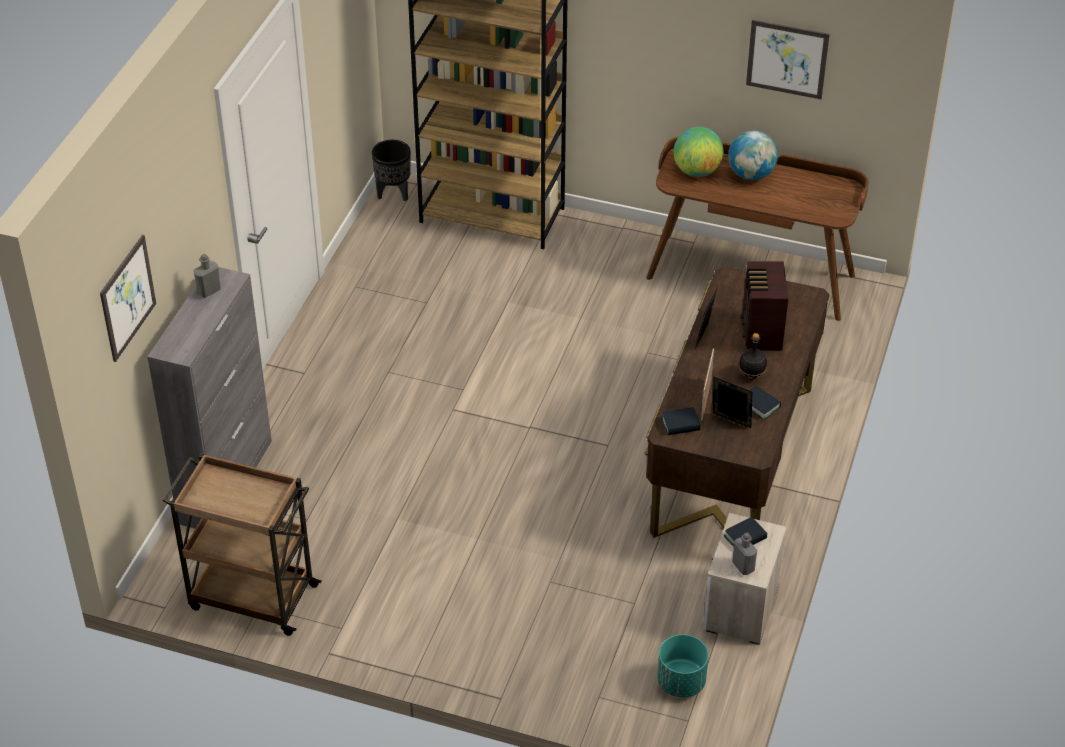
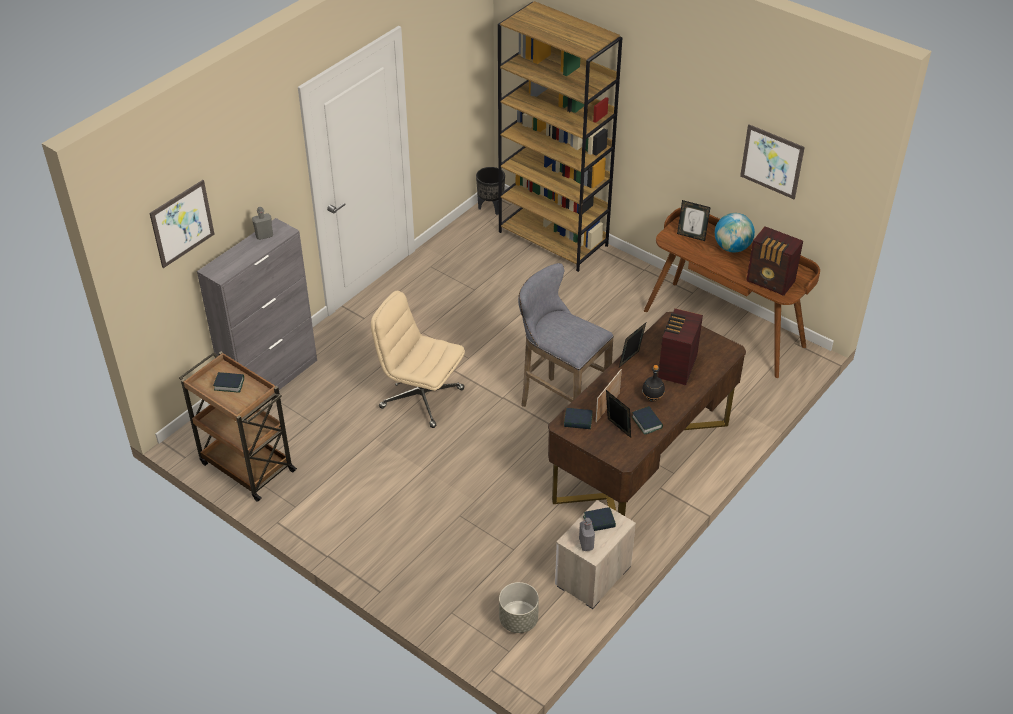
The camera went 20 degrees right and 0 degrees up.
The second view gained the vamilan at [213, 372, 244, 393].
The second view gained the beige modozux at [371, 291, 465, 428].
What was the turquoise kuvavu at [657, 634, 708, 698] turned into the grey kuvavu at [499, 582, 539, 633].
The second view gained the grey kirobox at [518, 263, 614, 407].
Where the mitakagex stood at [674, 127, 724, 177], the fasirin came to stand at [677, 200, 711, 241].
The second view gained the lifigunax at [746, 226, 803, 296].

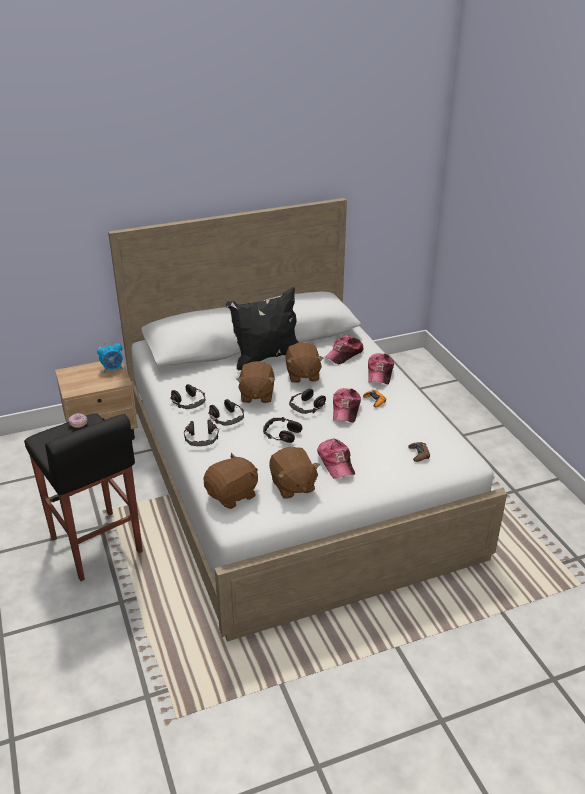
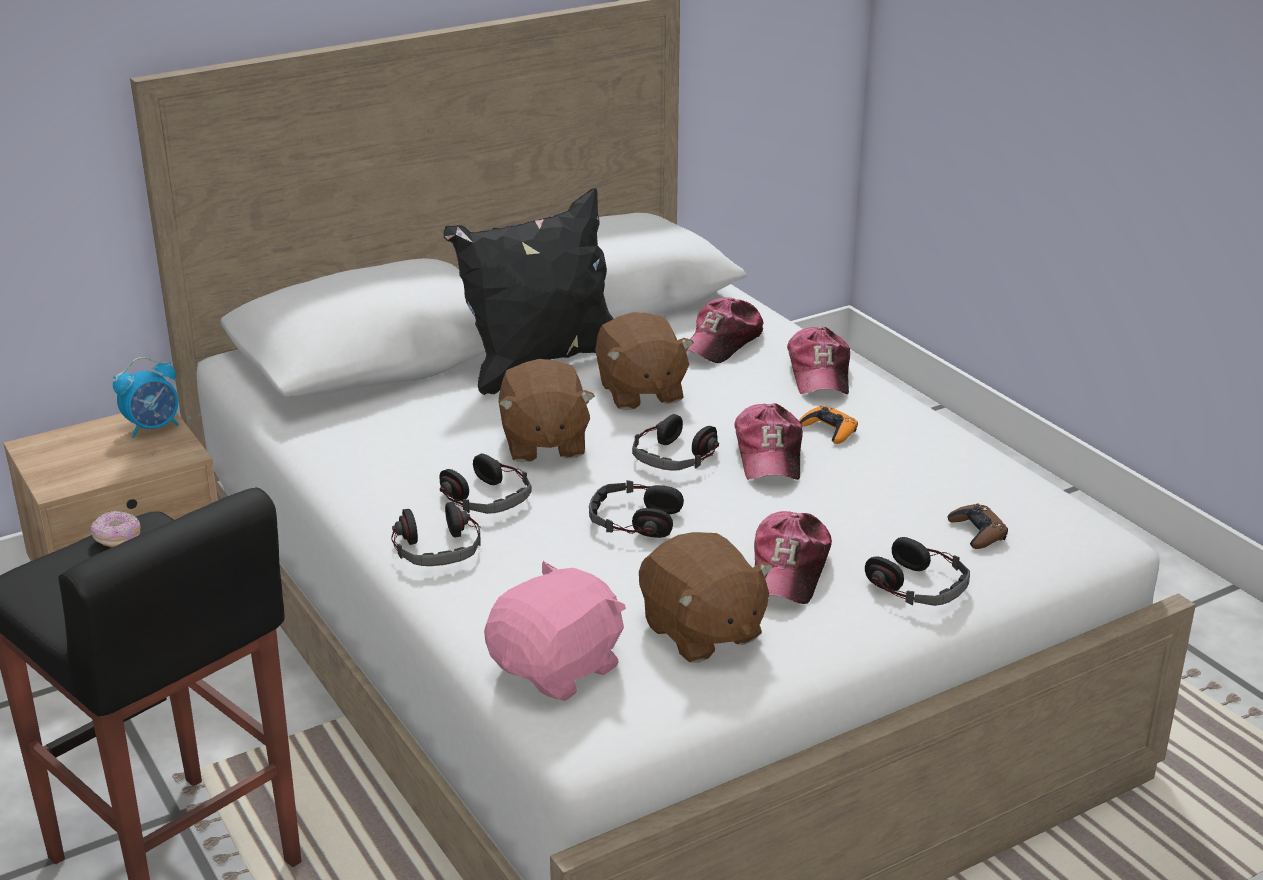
The camera went 10 degrees left and 5 degrees down.
What was the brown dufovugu at [203, 453, 258, 509] turned into the pink dufovugu at [484, 561, 626, 701].
The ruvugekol at [317, 438, 355, 478] ended up facing another way, 45 degrees clockwise from before.
The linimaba ended up elsewhere, having gone from [170, 384, 206, 409] to [865, 537, 970, 606].

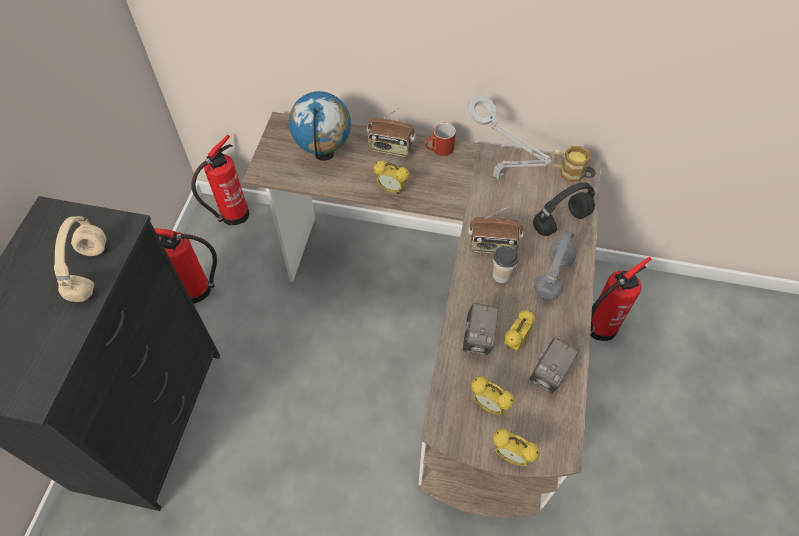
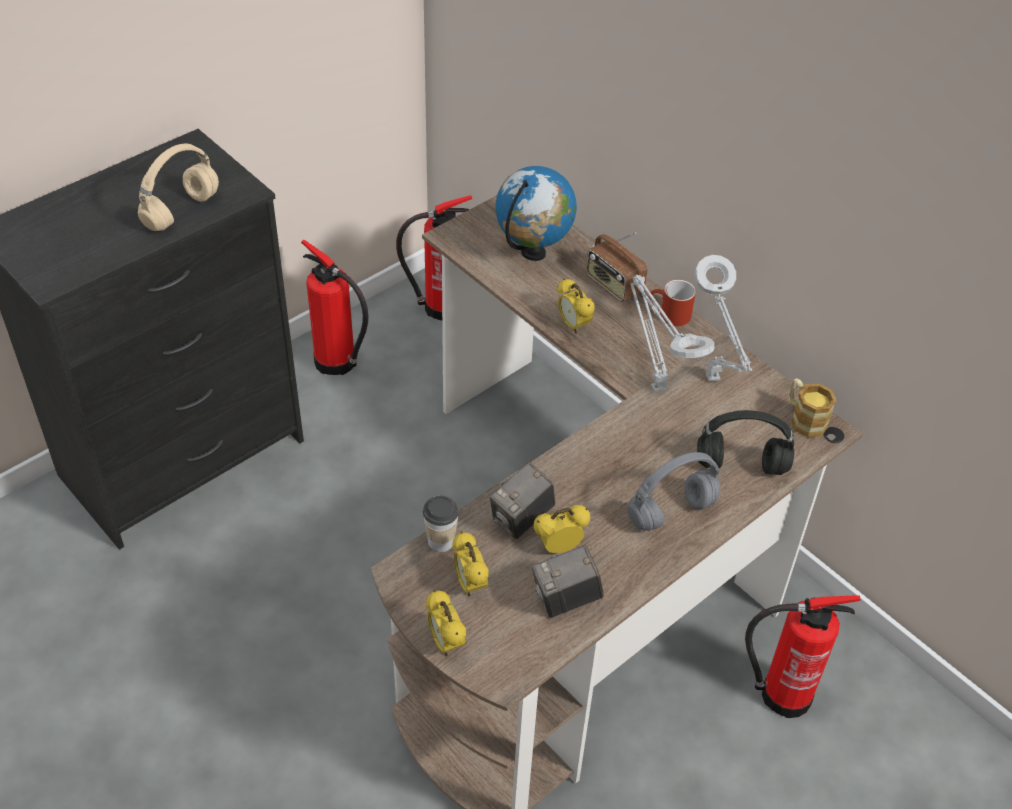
The camera went 35 degrees right and 10 degrees down.
The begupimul ended up elsewhere, having gone from [493, 246, 519, 283] to [423, 496, 459, 552].
The second view gained the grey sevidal at [630, 275, 715, 392].
The second view lost the lifigunax at [468, 206, 523, 254].

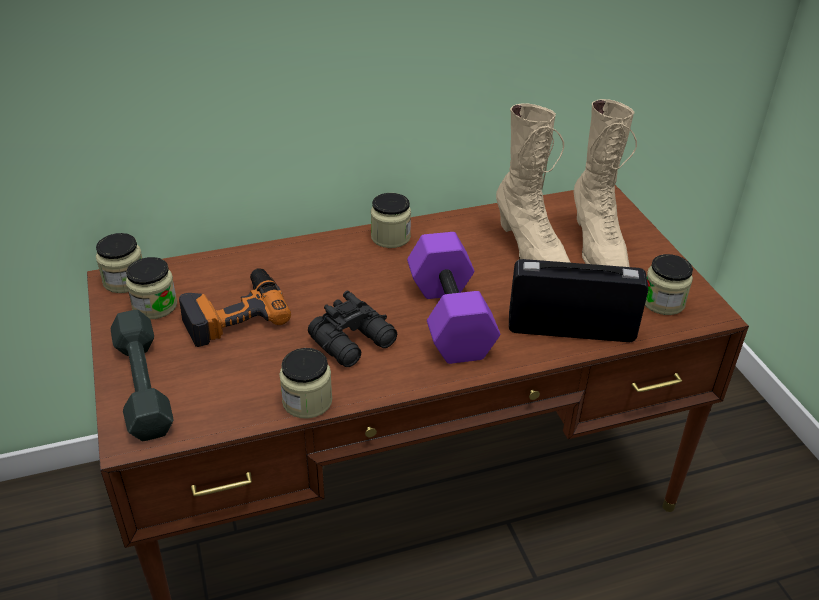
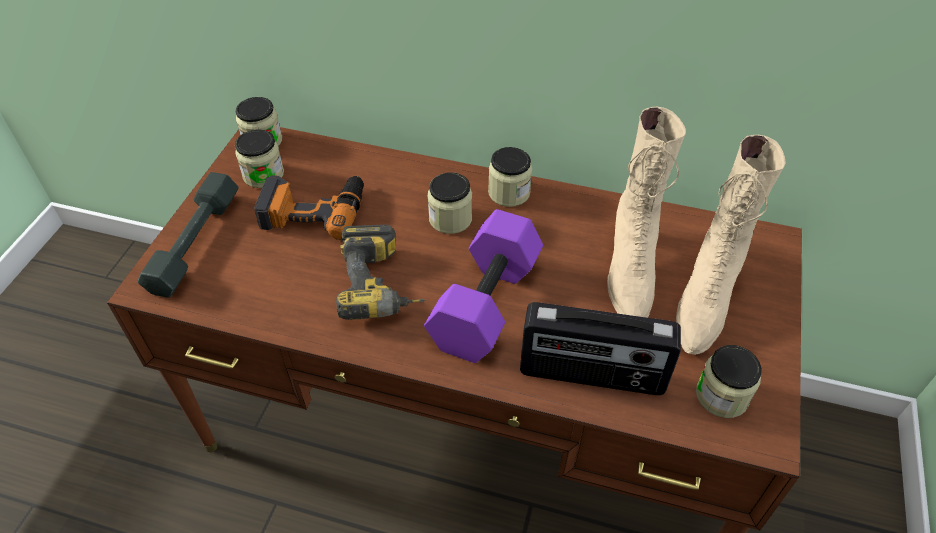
The camera went 35 degrees right and 10 degrees up.
Where the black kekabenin stood at [308, 291, 397, 367], the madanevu came to stand at [336, 224, 425, 320].
The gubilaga ended up elsewhere, having gone from [279, 348, 332, 419] to [428, 172, 472, 234].
The lifigunax at [509, 259, 649, 342] ended up facing another way, 150 degrees clockwise from before.

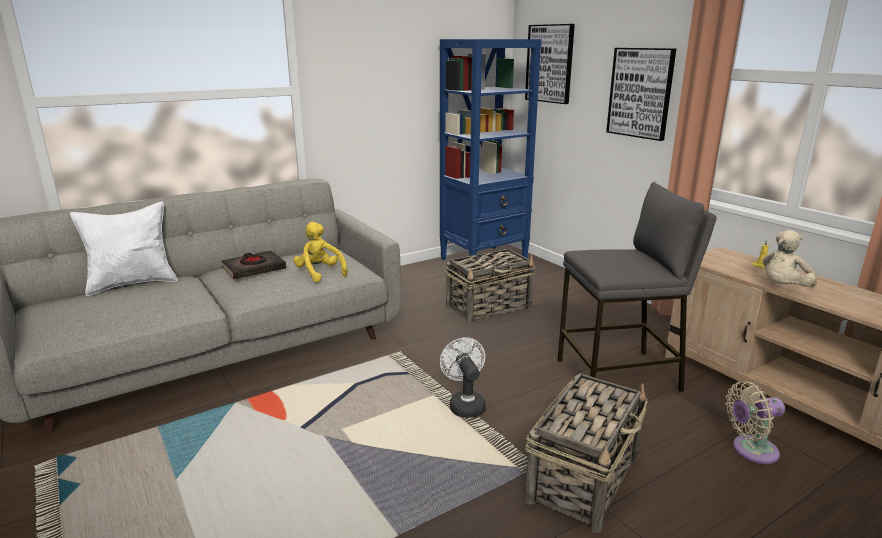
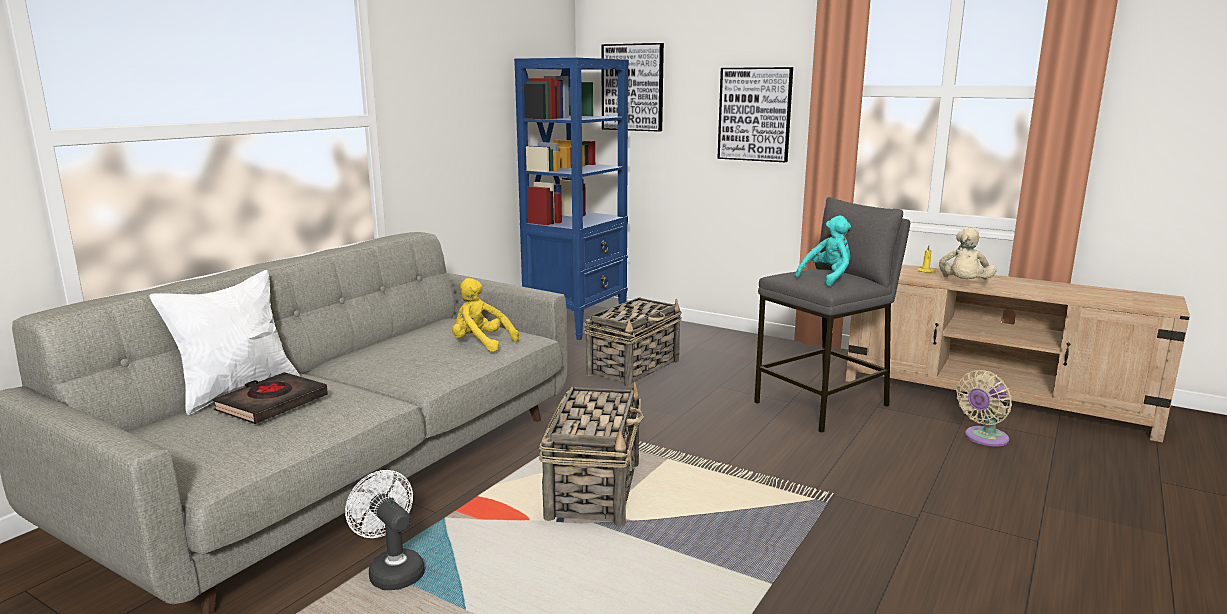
The camera went 25 degrees left and 5 degrees down.
The black vamilan ended up elsewhere, having gone from [221, 250, 286, 279] to [212, 372, 328, 424].
The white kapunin ended up elsewhere, having gone from [440, 337, 486, 418] to [345, 470, 425, 590].
The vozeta ended up elsewhere, having gone from [524, 373, 648, 533] to [539, 382, 644, 526].
The second view gained the turquoise dufovugu at [795, 216, 851, 287].

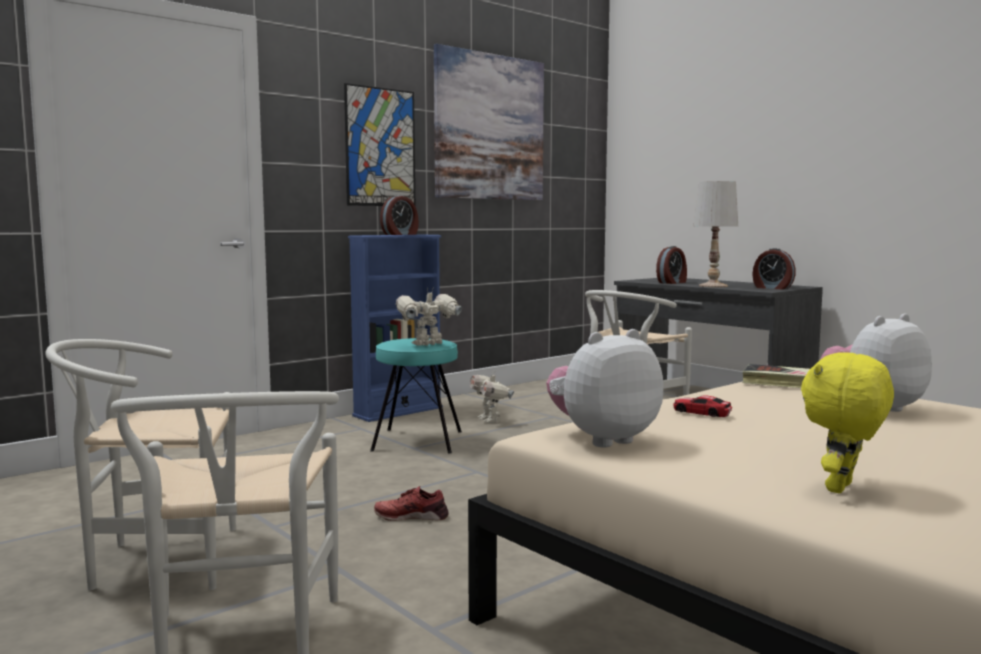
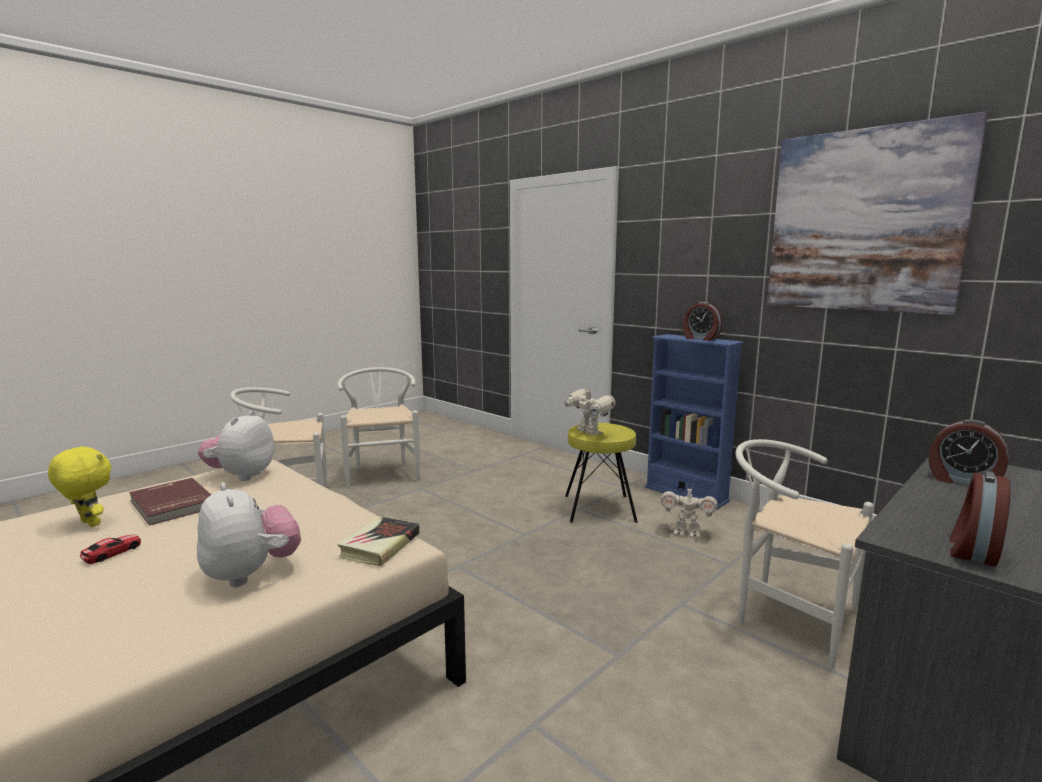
The camera went 85 degrees right and 5 degrees up.
The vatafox ended up elsewhere, having gone from [673, 395, 732, 417] to [80, 535, 141, 564].
The second view gained the red vamilan at [129, 478, 211, 526].
The dufovugu at [546, 329, 663, 447] ended up facing another way, 135 degrees counterclockwise from before.
What was the turquoise kirobox at [370, 338, 462, 454] turned into the yellow kirobox at [565, 423, 638, 523].
The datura at [470, 370, 514, 423] ended up facing another way, 135 degrees counterclockwise from before.
The second view lost the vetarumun at [344, 83, 415, 206].
The second view lost the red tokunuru at [374, 486, 449, 521].
The second view lost the white sevidal at [693, 181, 738, 287].

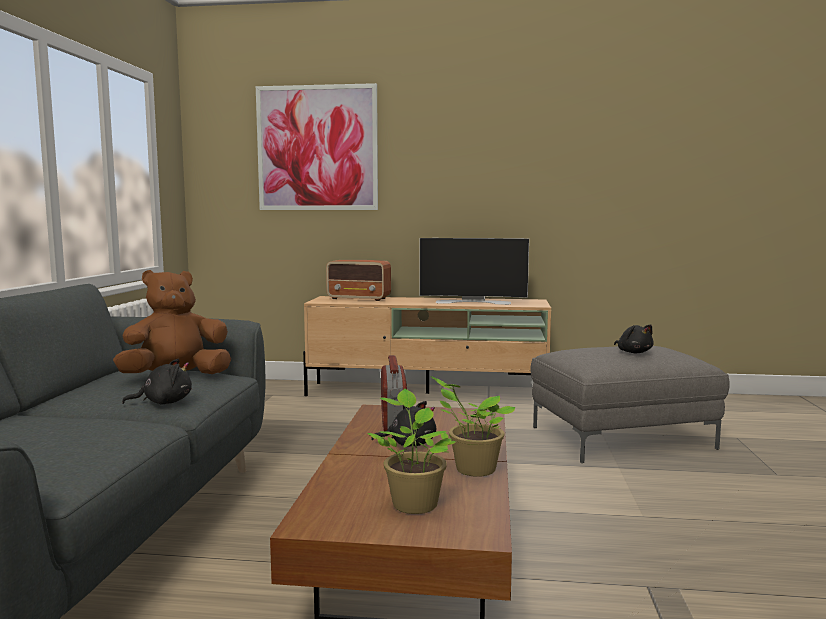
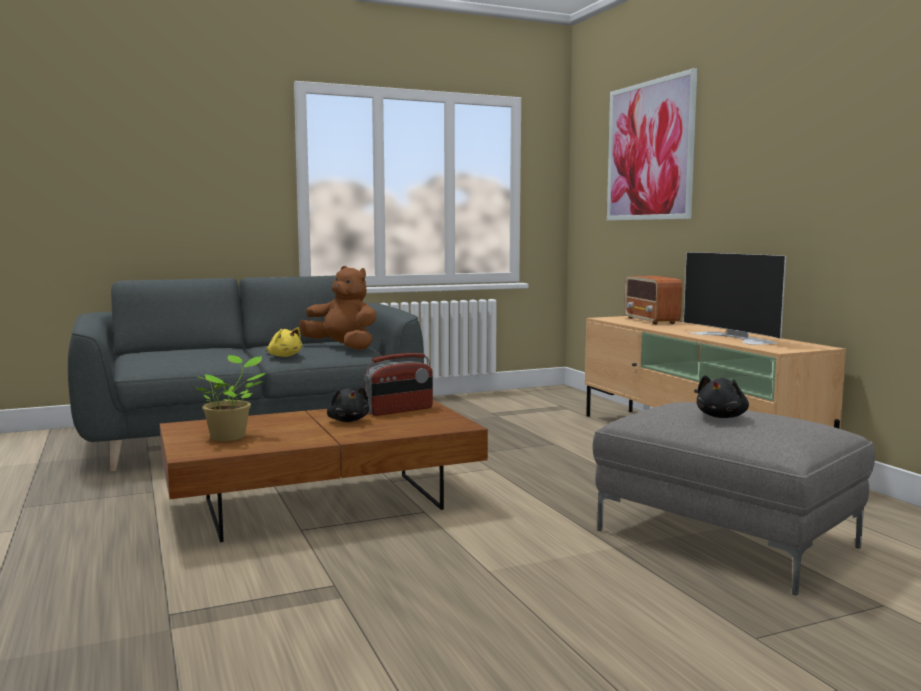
The camera went 60 degrees right and 0 degrees up.
What was the black dufovugu at [122, 359, 192, 405] turned into the yellow dufovugu at [266, 328, 302, 357].
The second view lost the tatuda at [430, 376, 516, 477].

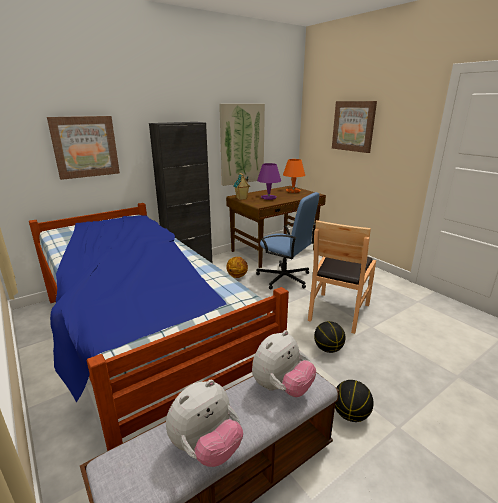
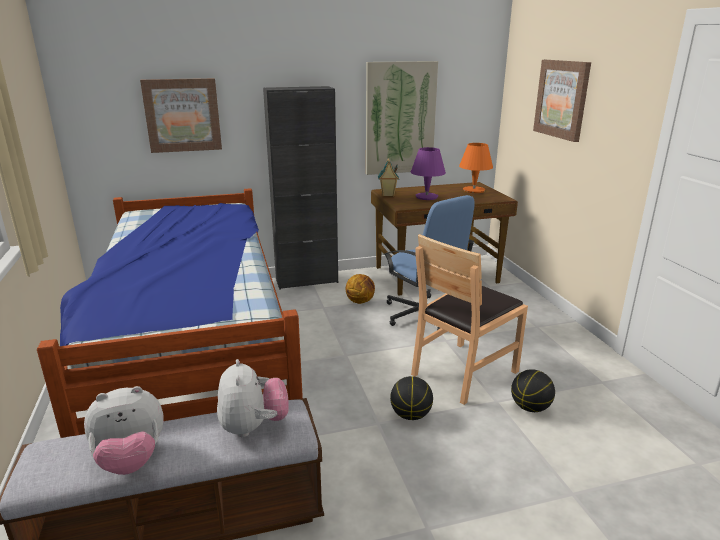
The camera went 20 degrees right and 0 degrees up.
The dufovugu at [252, 330, 316, 397] ended up facing another way, 75 degrees counterclockwise from before.
The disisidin ended up elsewhere, having gone from [335, 380, 374, 422] to [511, 369, 555, 412].

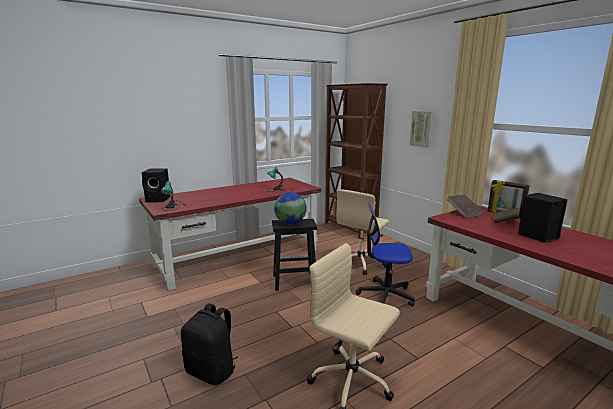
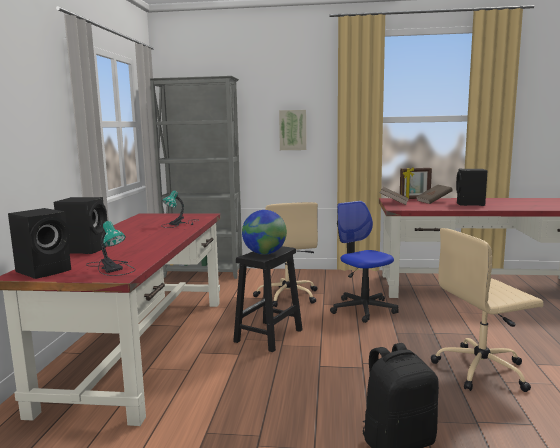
The camera went 50 degrees left and 5 degrees down.
The second view gained the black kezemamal at [54, 197, 107, 254].
What was the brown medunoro at [325, 83, 388, 239] turned into the grey medunoro at [150, 76, 242, 279].
The modozux at [356, 203, 415, 307] ended up facing another way, 105 degrees clockwise from before.

